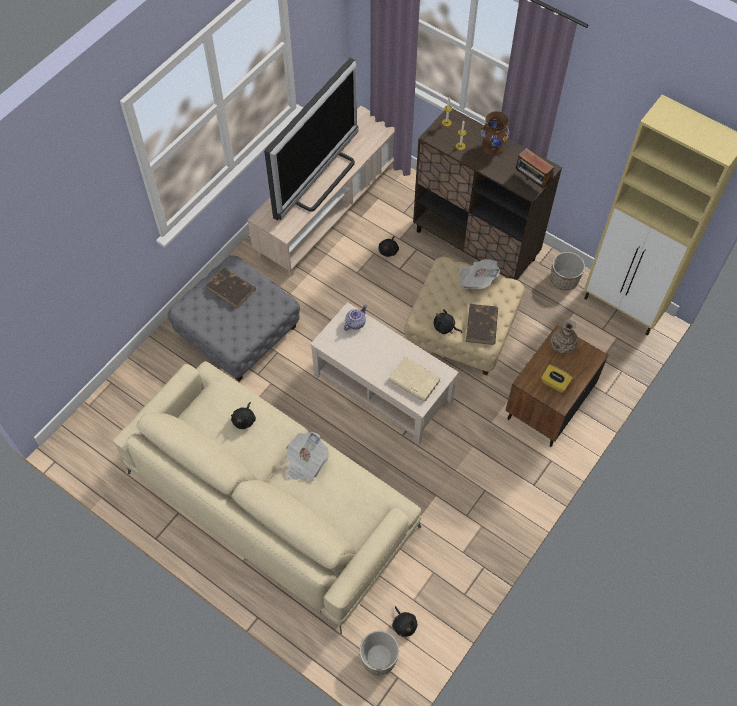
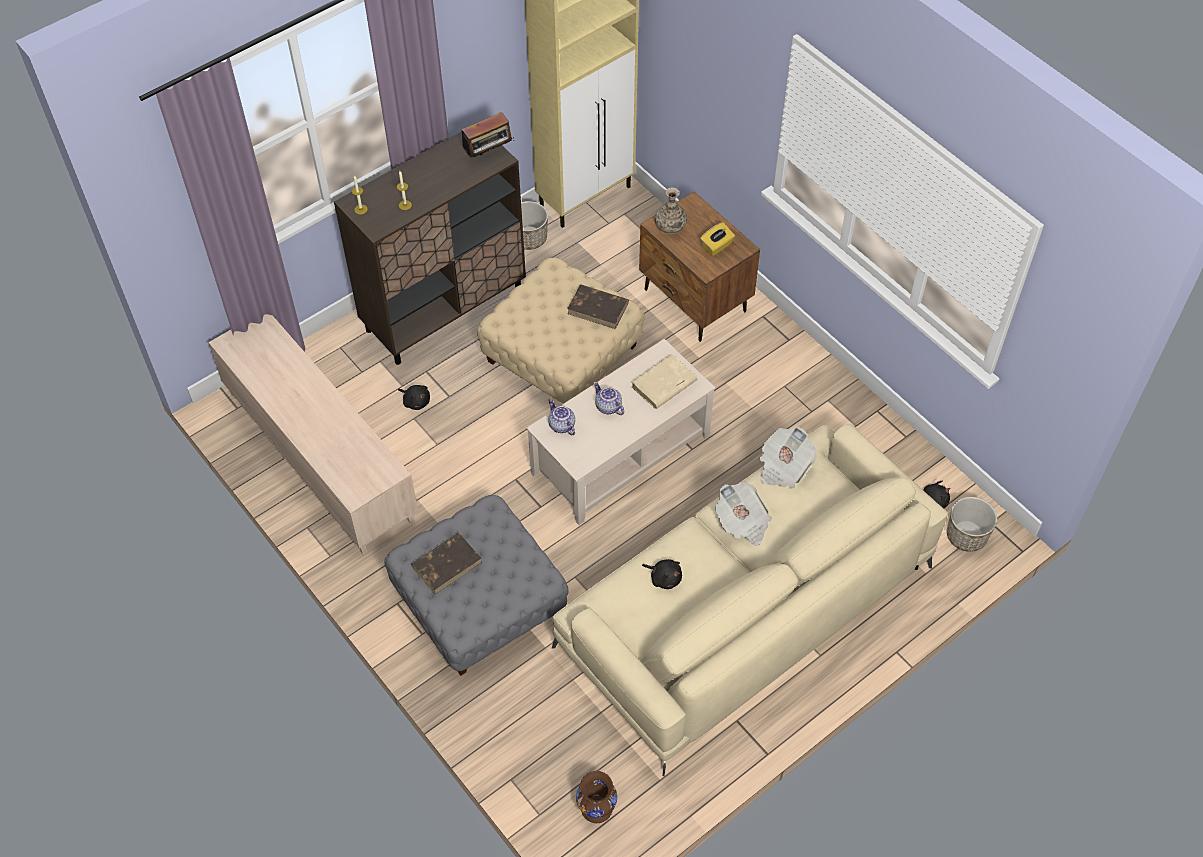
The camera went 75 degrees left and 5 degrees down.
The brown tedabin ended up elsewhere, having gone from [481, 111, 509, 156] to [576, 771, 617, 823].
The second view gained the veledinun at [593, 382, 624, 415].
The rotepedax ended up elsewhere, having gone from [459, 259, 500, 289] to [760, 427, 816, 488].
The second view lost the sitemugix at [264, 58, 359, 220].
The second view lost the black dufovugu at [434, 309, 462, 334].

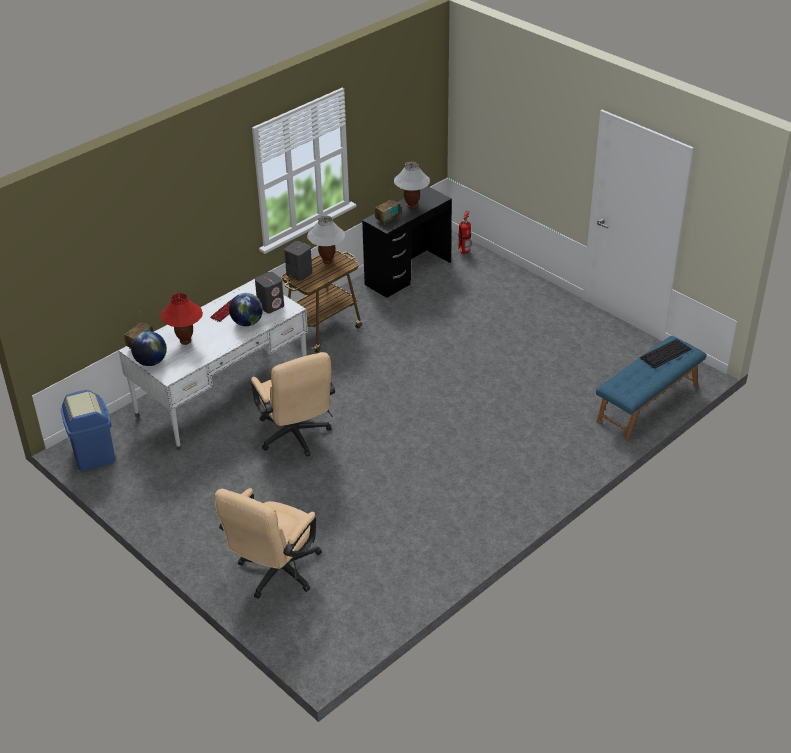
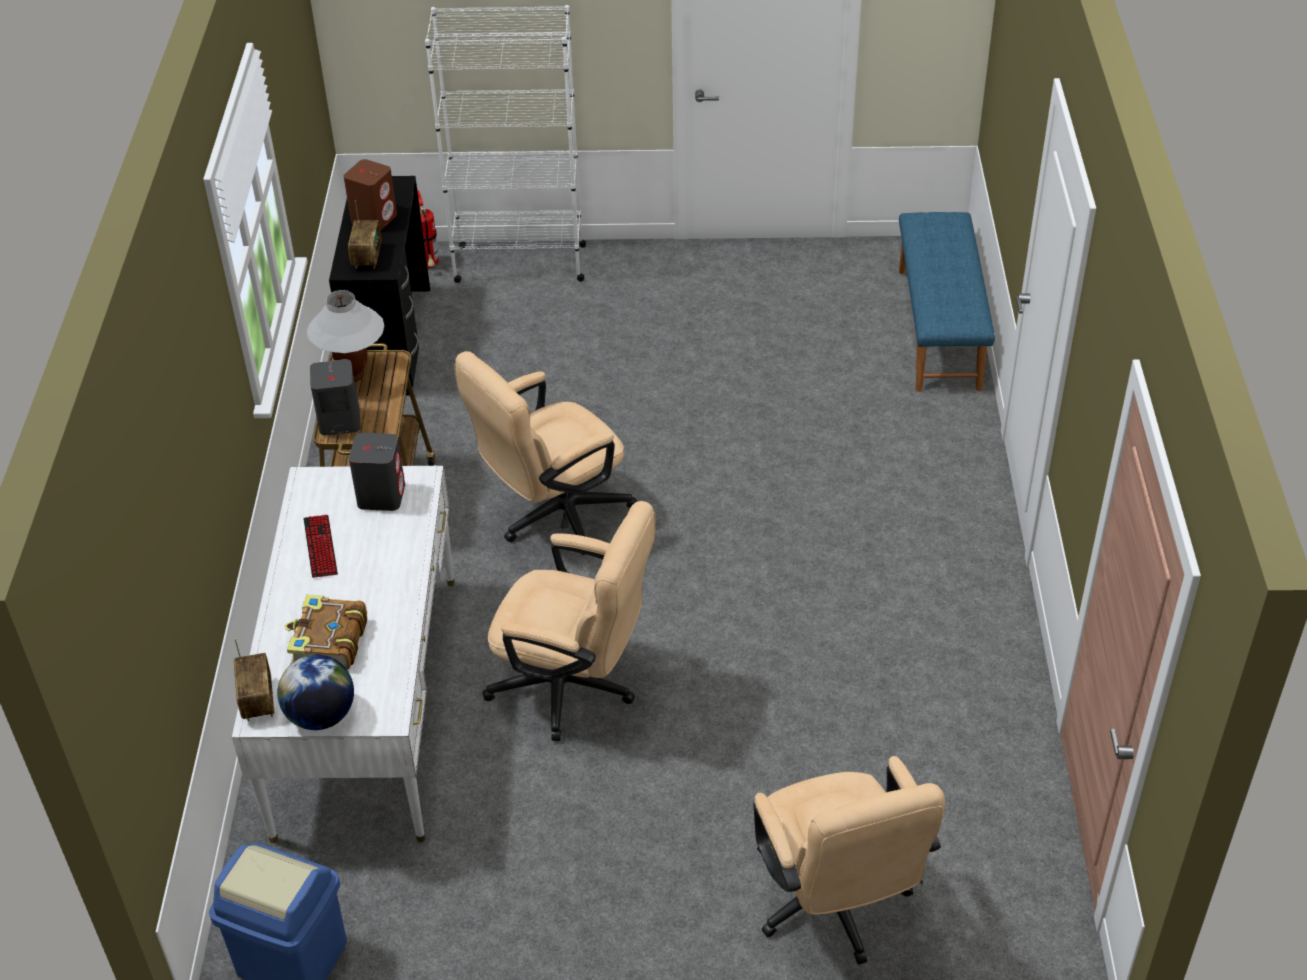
The camera went 45 degrees left and 5 degrees up.
Where the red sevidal stood at [160, 293, 203, 345], the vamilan came to stand at [285, 594, 367, 670].
Where the white sevidal stood at [394, 162, 430, 209], the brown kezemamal came to stand at [344, 159, 397, 230].
The second view gained the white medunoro at [425, 5, 586, 283].
The second view gained the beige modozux at [454, 351, 637, 555].
The second view lost the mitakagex at [229, 293, 263, 326].
The second view lost the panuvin at [639, 339, 692, 369].

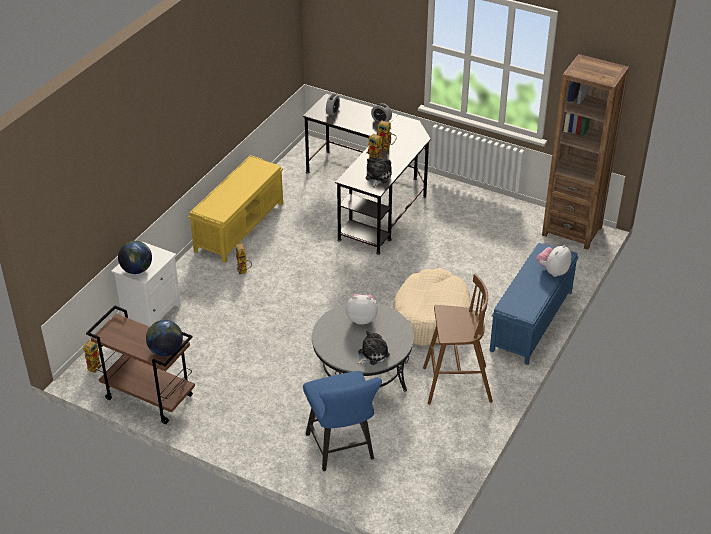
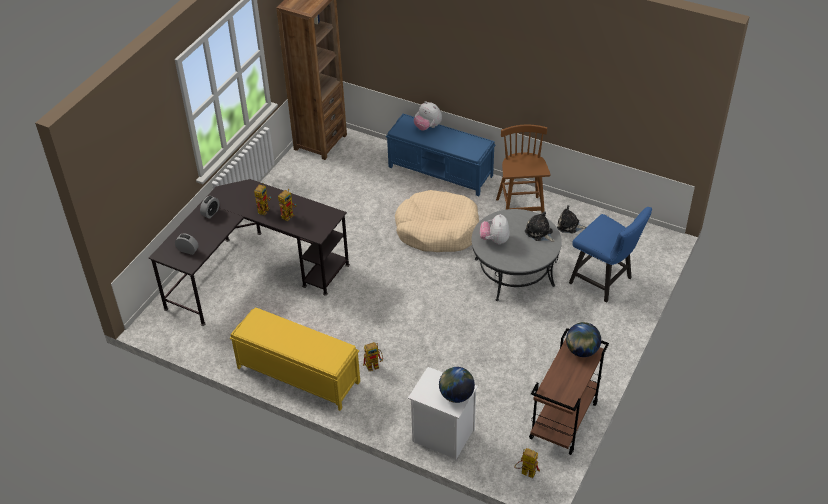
The camera went 90 degrees left and 5 degrees up.
The dufovugu ended up elsewhere, having gone from [365, 157, 392, 188] to [557, 205, 586, 234].
The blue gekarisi at [303, 371, 382, 471] ended up facing another way, 60 degrees clockwise from before.

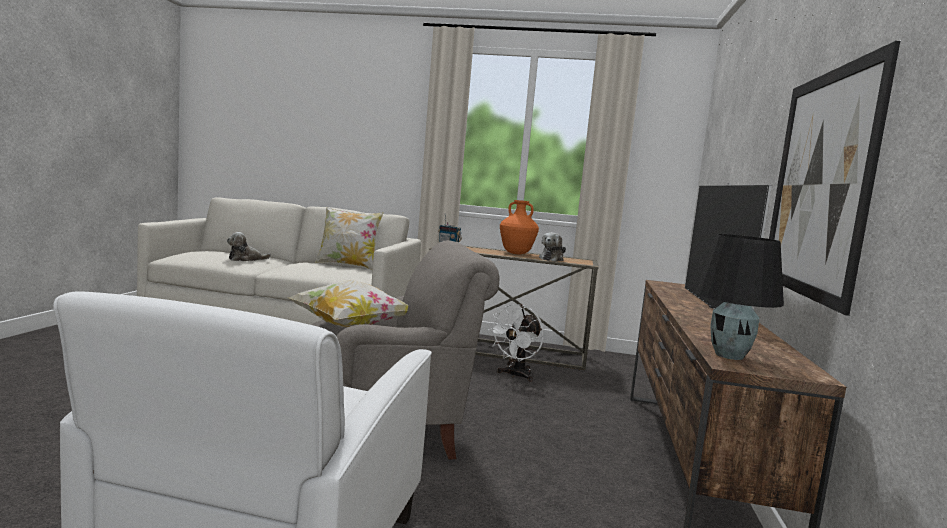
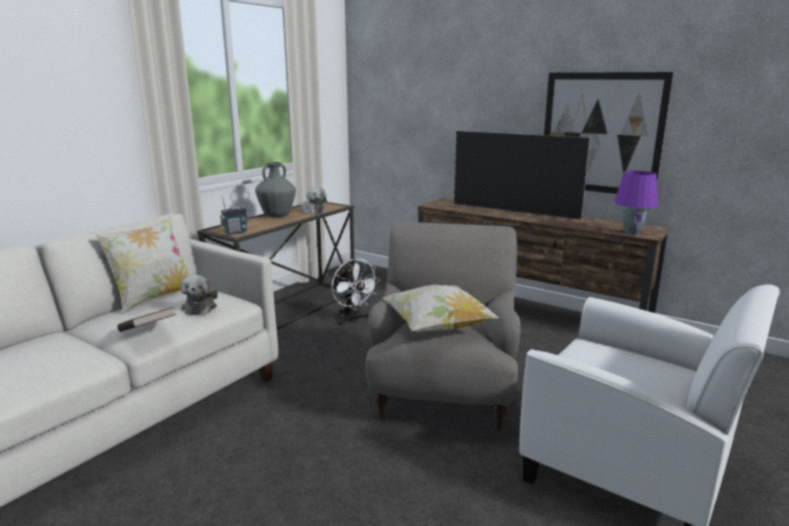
The camera went 65 degrees left and 10 degrees up.
The second view gained the brown vamilan at [118, 307, 177, 332].
The dufovugu ended up elsewhere, having gone from [227, 232, 271, 261] to [181, 275, 218, 315].
What was the orange tedabin at [500, 200, 539, 254] turned into the grey tedabin at [255, 162, 296, 218].
What was the black sevidal at [696, 234, 784, 360] turned into the purple sevidal at [614, 171, 658, 235].

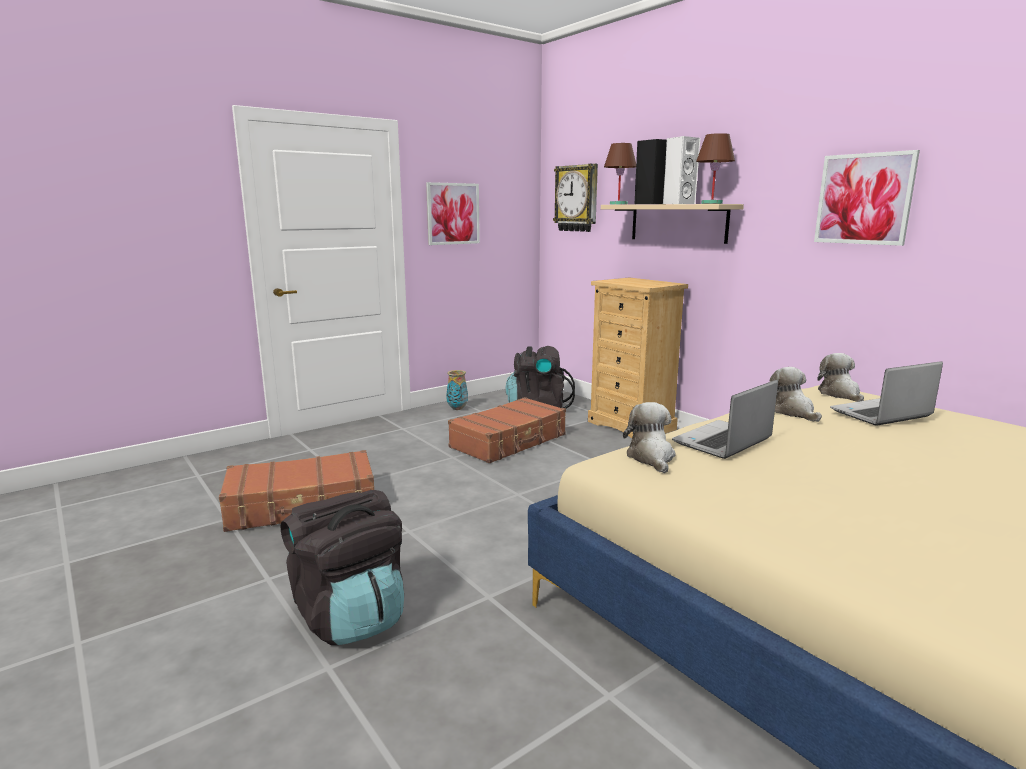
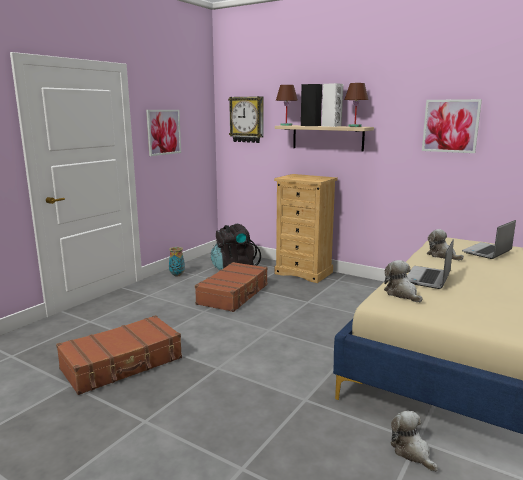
The camera went 20 degrees left and 0 degrees up.
The dufovugu ended up elsewhere, having gone from [817, 353, 864, 402] to [390, 411, 438, 472].
The second view lost the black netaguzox at [281, 490, 404, 645].

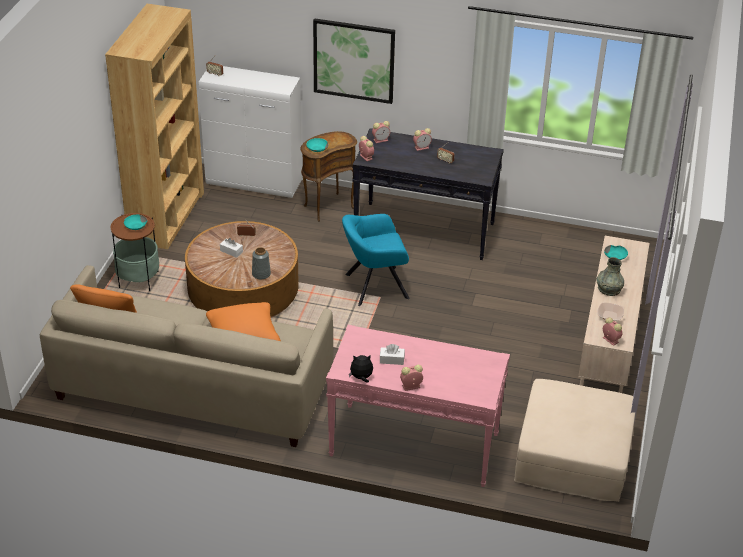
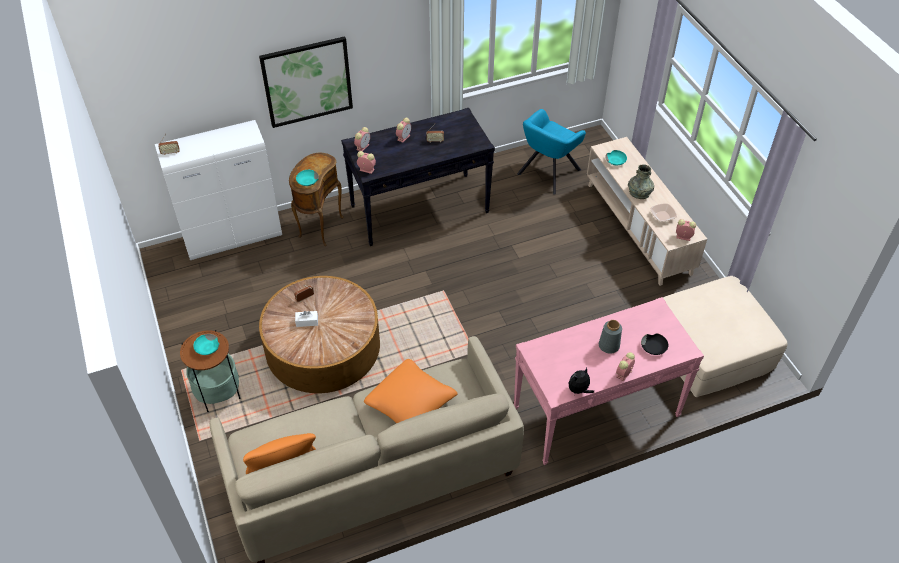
The camera went 35 degrees left and 10 degrees up.
The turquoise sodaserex ended up elsewhere, having gone from [342, 214, 410, 306] to [517, 109, 586, 195].
The grey tedabin ended up elsewhere, having gone from [252, 247, 271, 279] to [599, 320, 622, 354].
The second view gained the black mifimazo at [641, 334, 668, 355].
The second view lost the brown medunoro at [105, 4, 204, 249].
The second view lost the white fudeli at [380, 344, 405, 365].

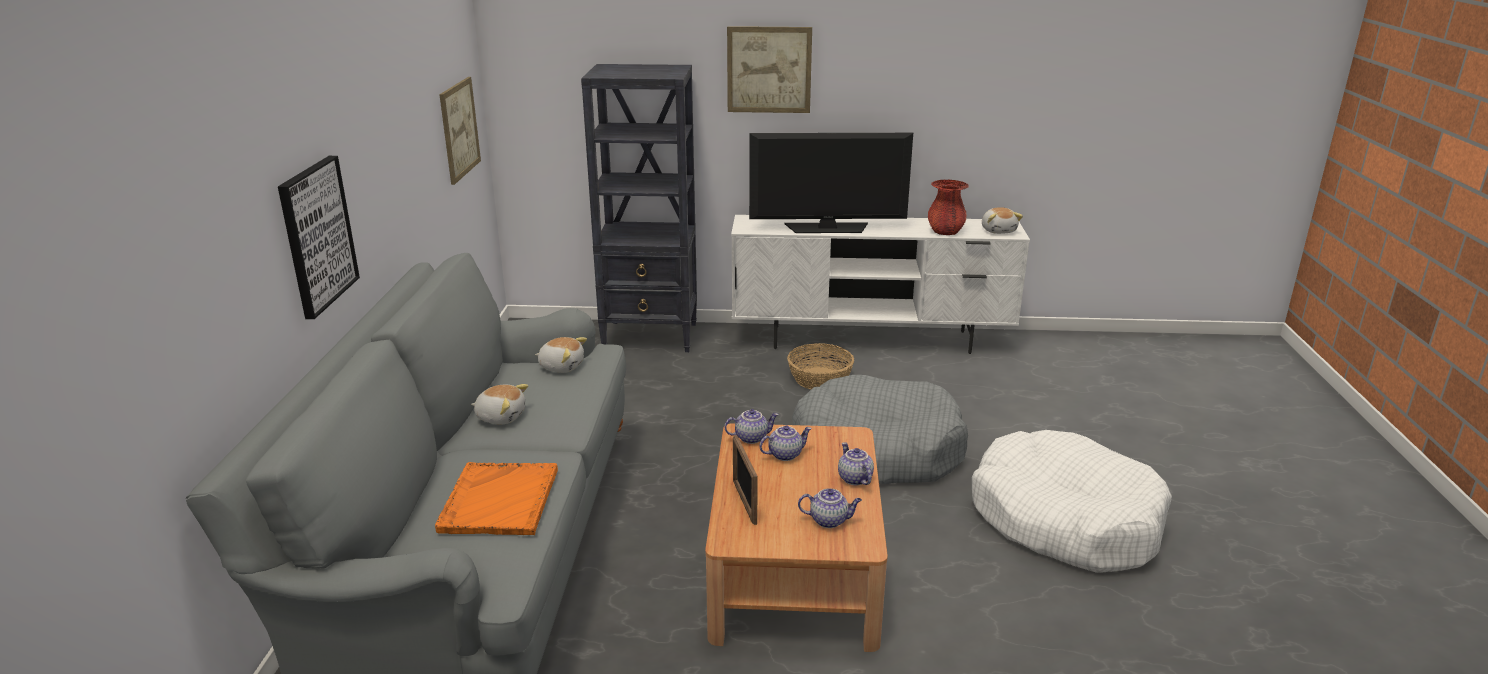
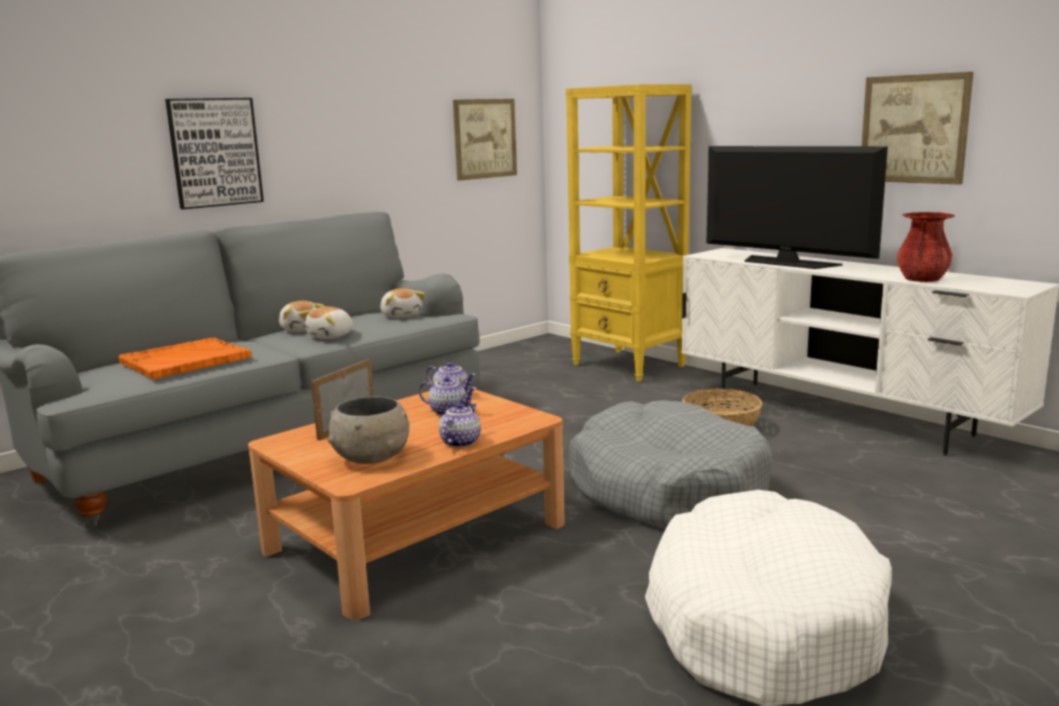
The camera went 45 degrees right and 10 degrees down.
The dufovugu ended up elsewhere, having gone from [982, 207, 1023, 234] to [299, 306, 353, 339].
Where the veledinun stood at [798, 488, 862, 528], the grey mifimazo came to stand at [328, 397, 409, 464].
What was the black medunoro at [581, 64, 697, 352] turned into the yellow medunoro at [566, 84, 691, 381].
The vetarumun ended up elsewhere, having gone from [727, 26, 812, 113] to [862, 72, 974, 185].

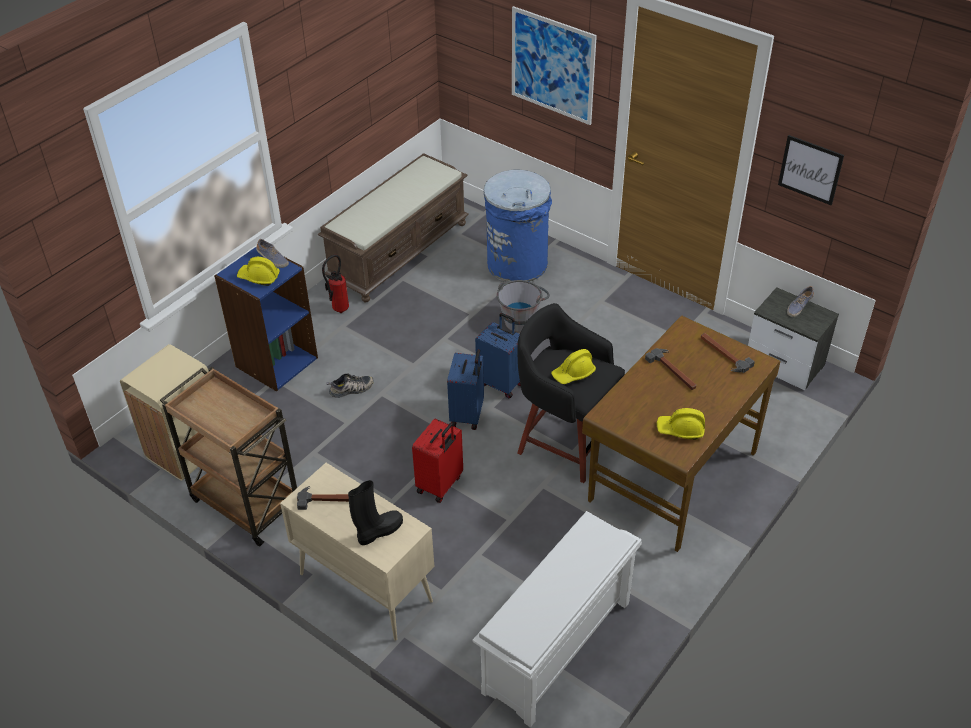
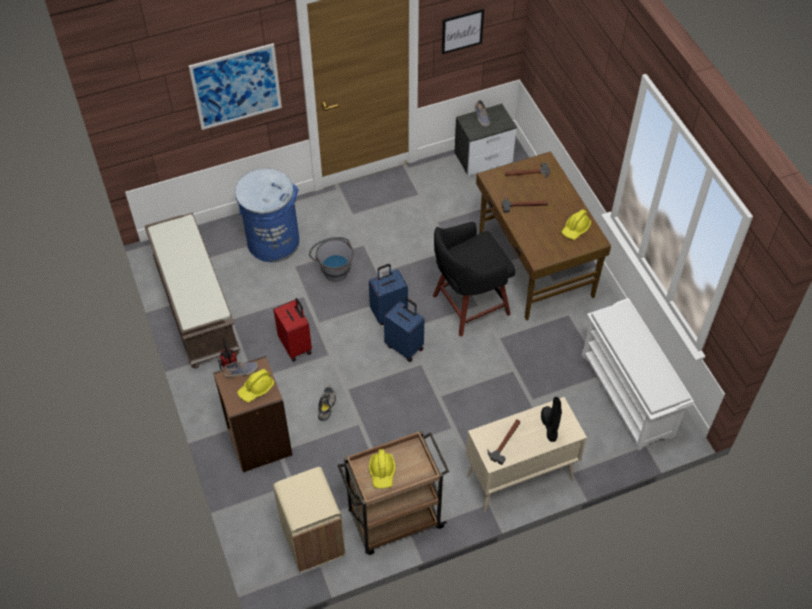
The camera went 60 degrees left and 10 degrees up.
What was the blue medunoro at [214, 247, 318, 392] turned into the brown medunoro at [213, 356, 292, 472].
The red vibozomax ended up elsewhere, having gone from [412, 419, 463, 503] to [273, 298, 312, 361].
The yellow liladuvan ended up elsewhere, having gone from [551, 349, 596, 384] to [369, 449, 396, 489].

